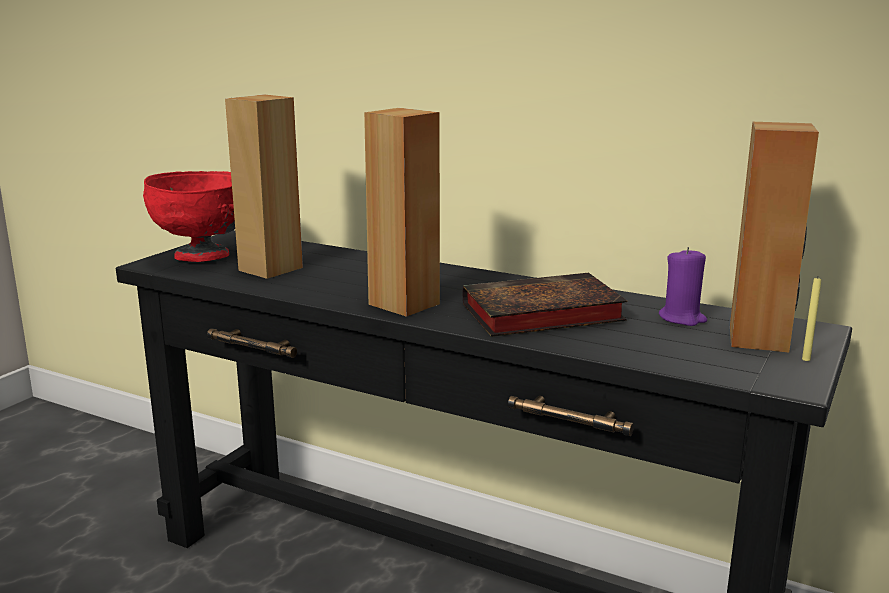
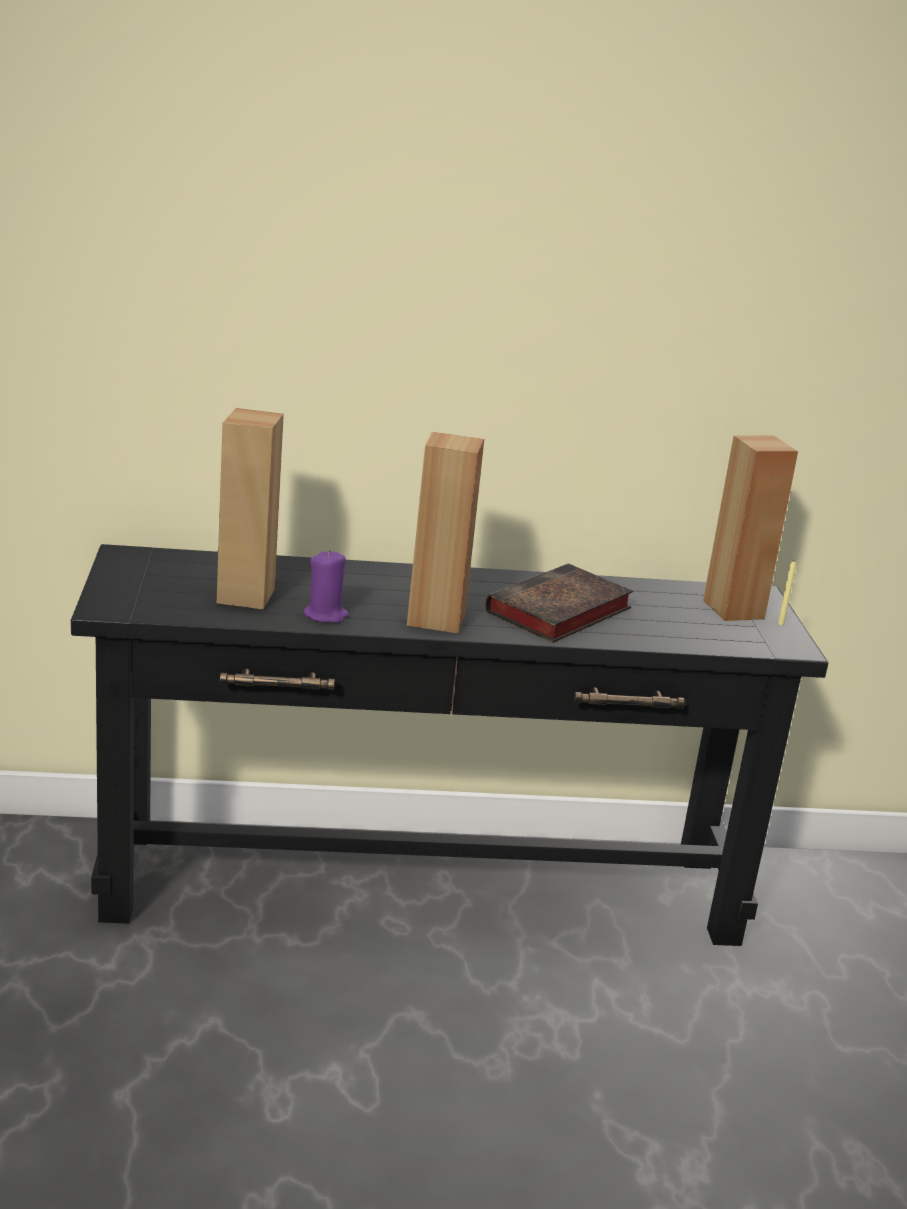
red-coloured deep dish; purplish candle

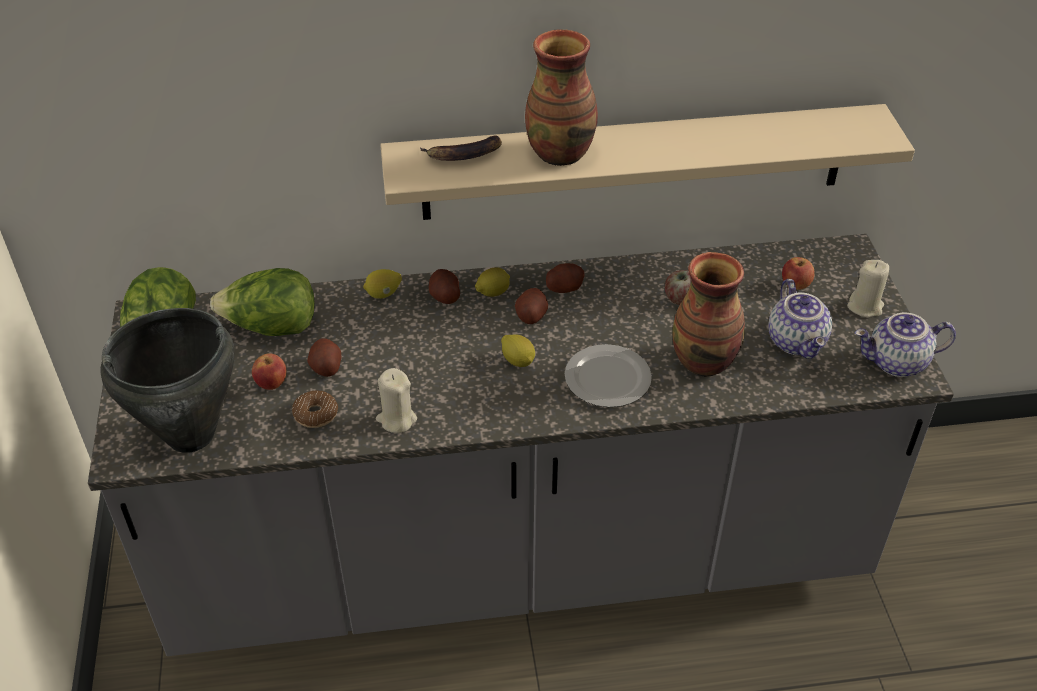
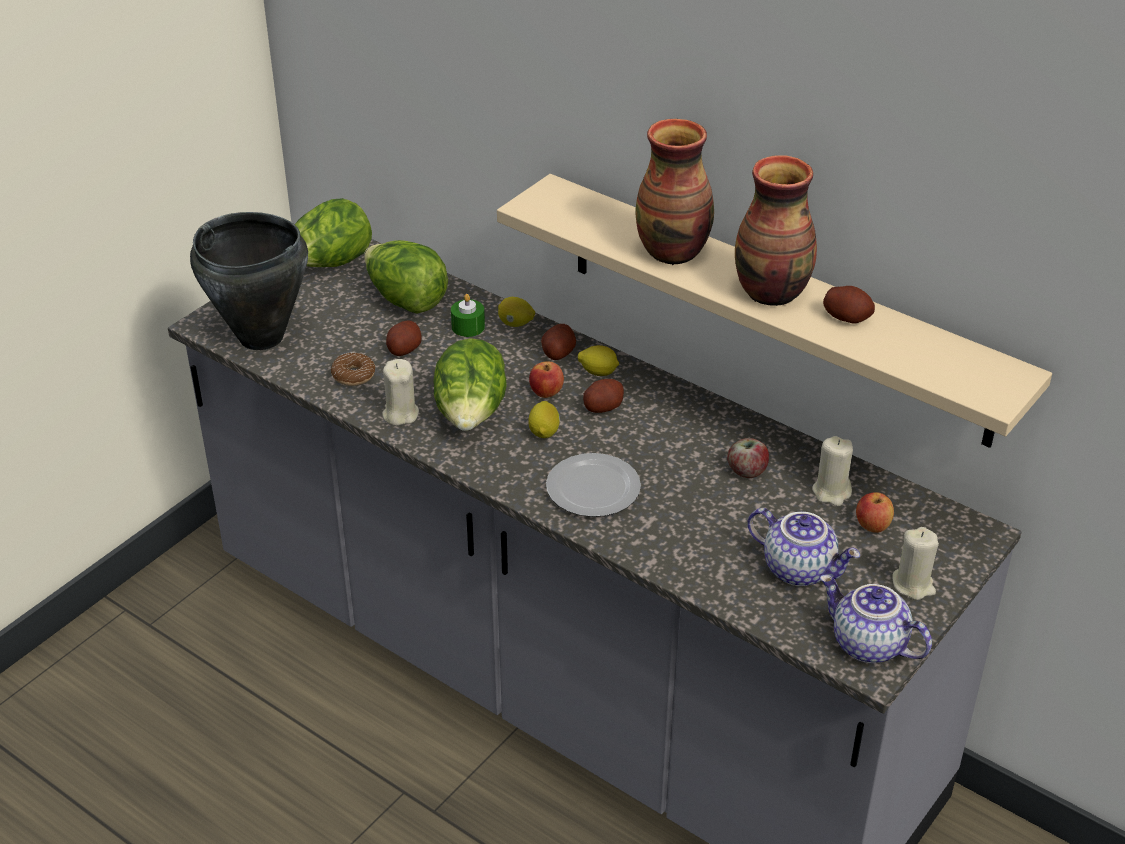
whole apple (no. 1 from left); banana; whole potato (no. 4 from left); decorative vase (no. 2 from left); tea pot (no. 1 from left); lettuce head (no. 3 from left); greenish candle; beige-coloured candle (no. 2 from left)

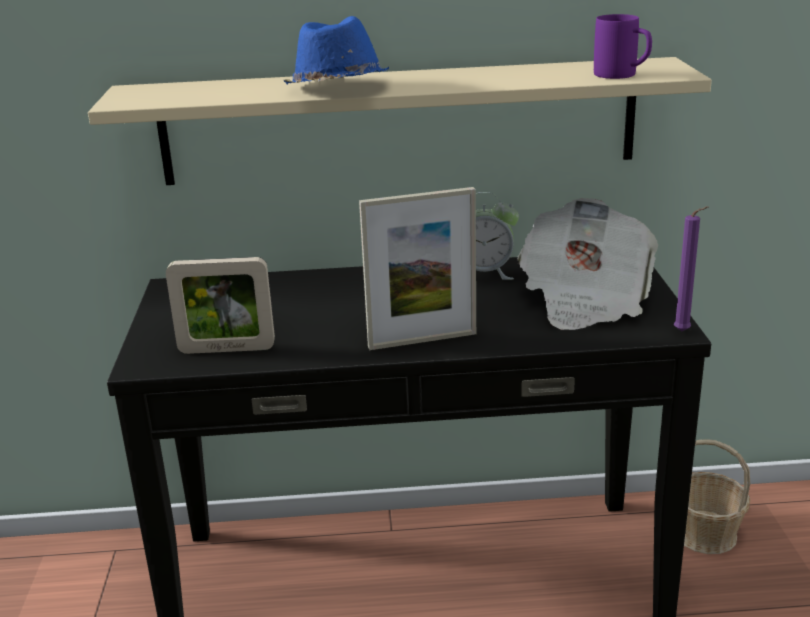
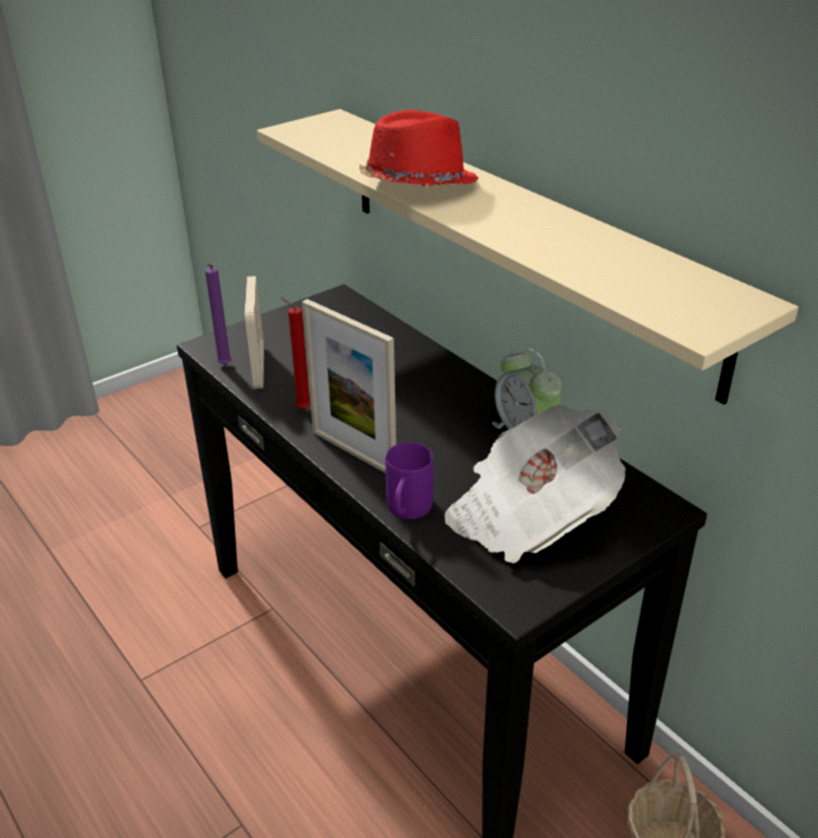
photo frame (no. 1 from left); red-coloured wearable hat; purplish tea mug; purplish candle; red-coloured candle

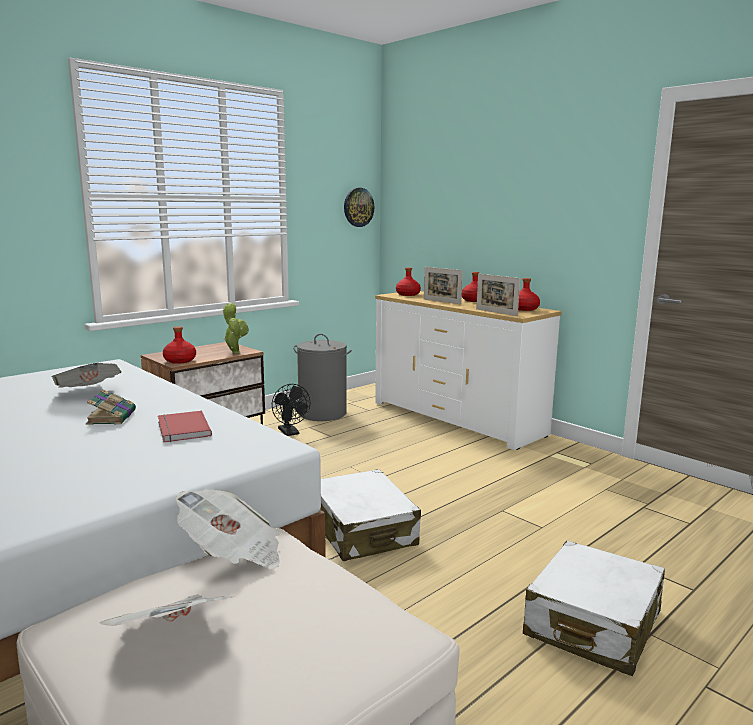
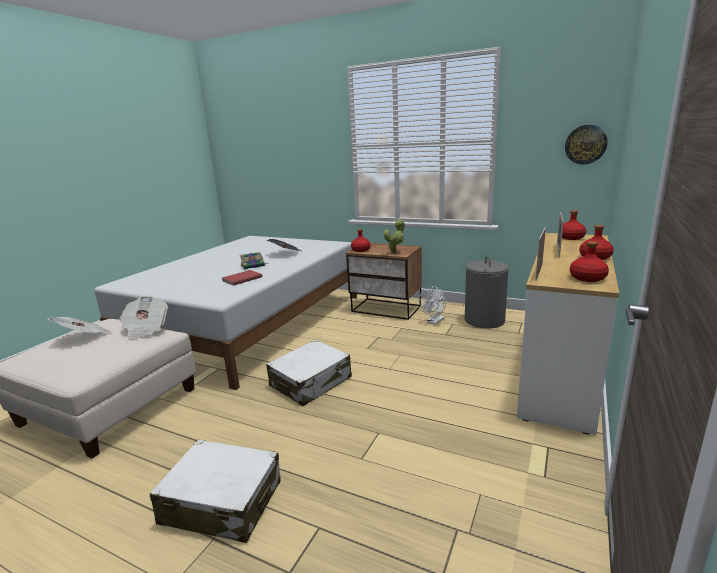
white-coloured fan

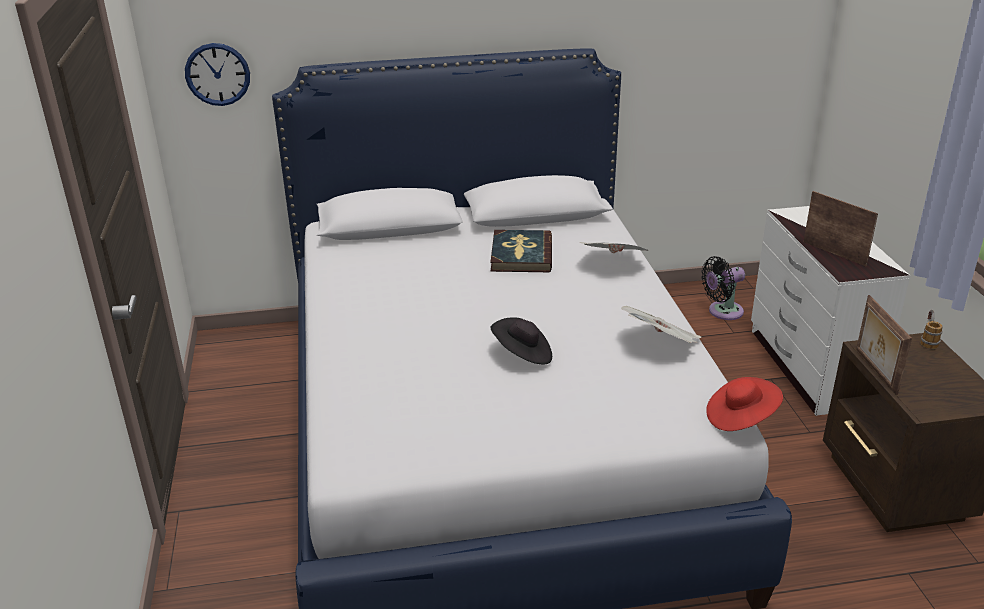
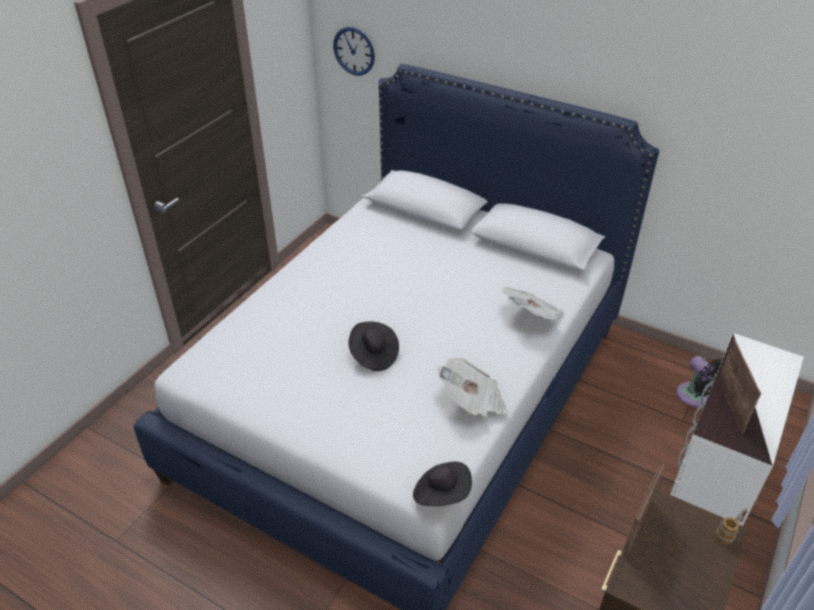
bound book; blackish fan; blackish wearable hat (no. 2 from left)

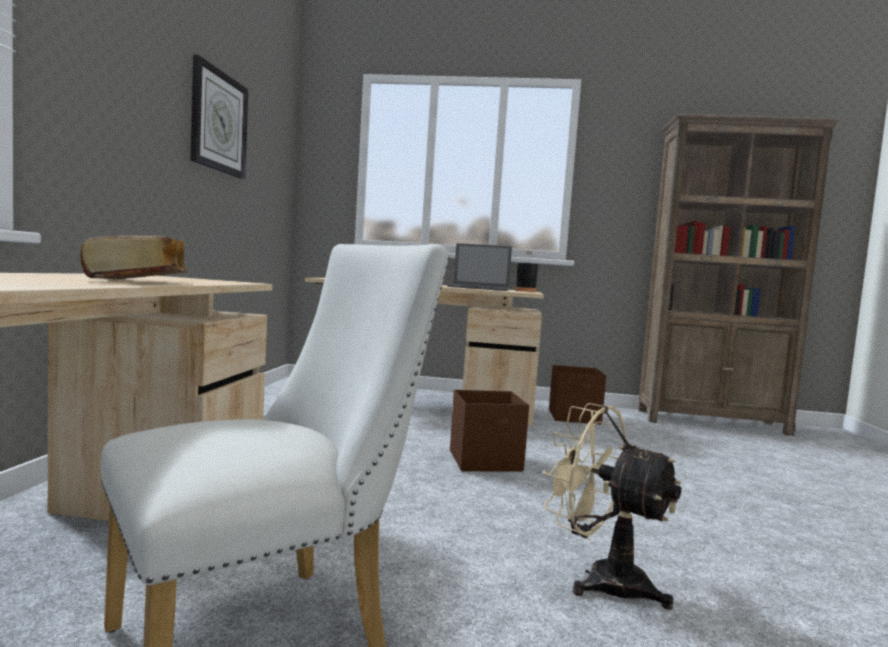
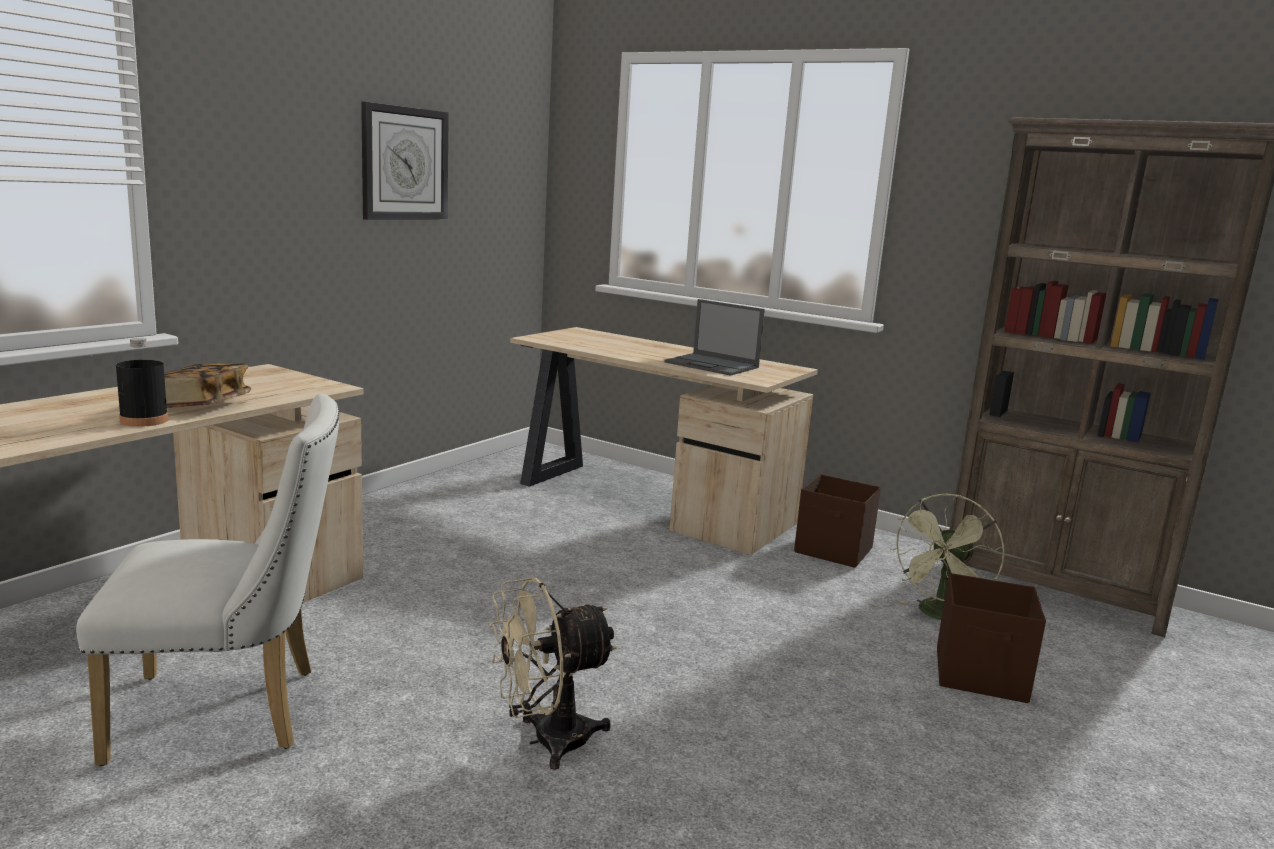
brown-coloured storage bin (no. 2 from left); blackish drink bottle; beige-coloured fan; greenish fan

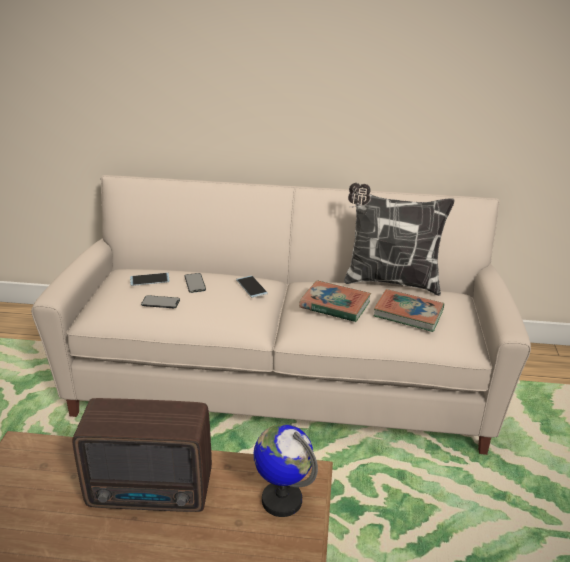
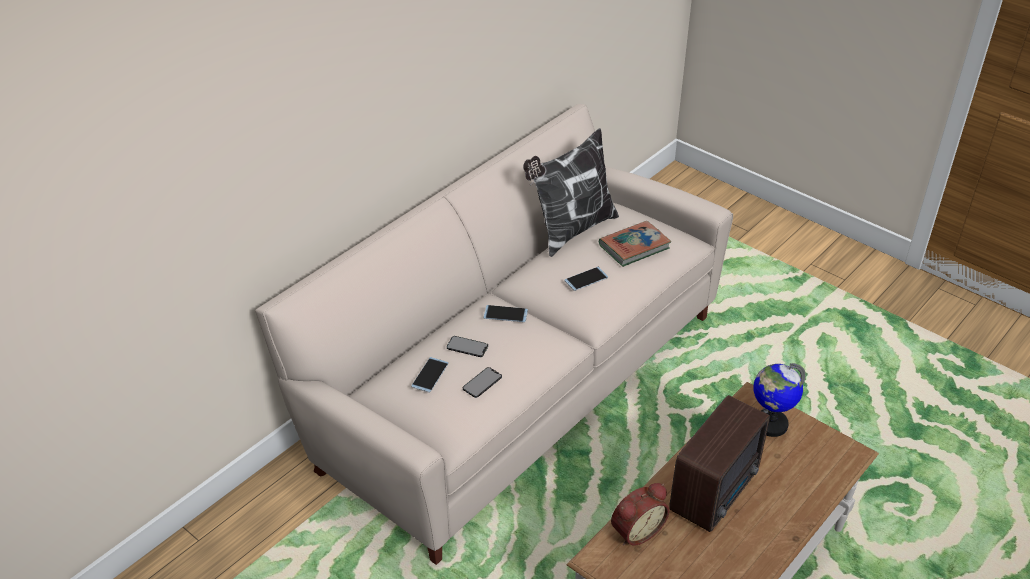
handset (no. 5 from left); alarm clock

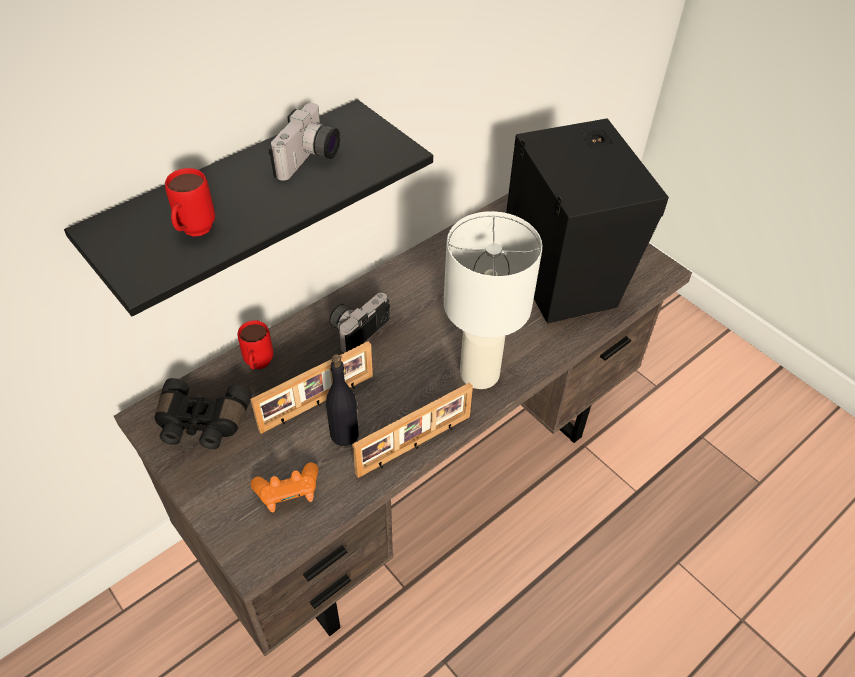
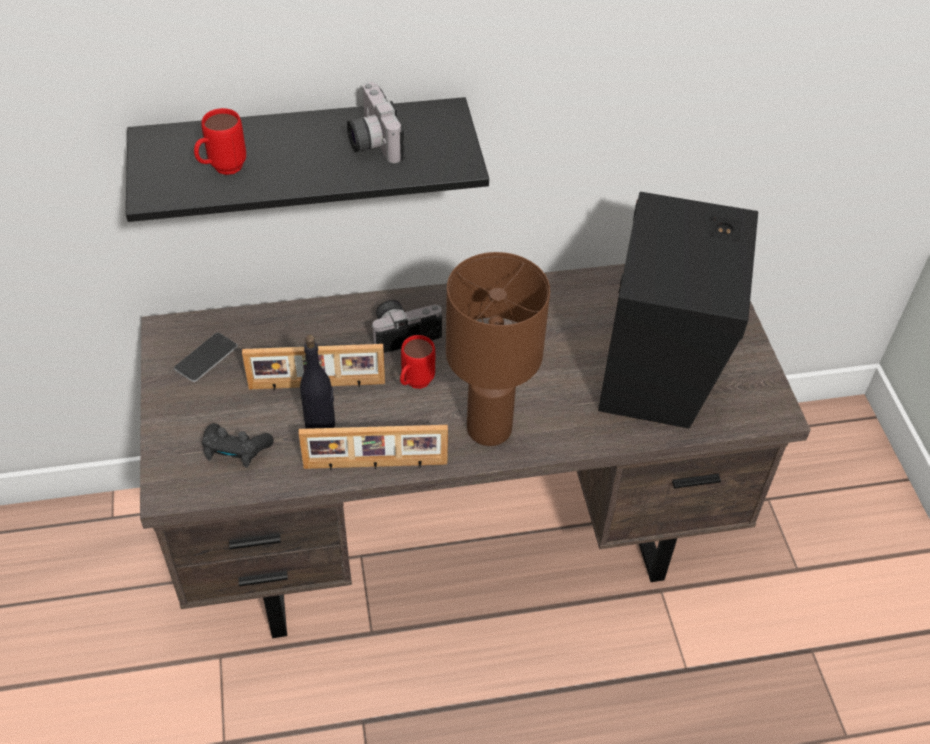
handset; red-coloured tea mug (no. 2 from left); blackish game controller; photo camera (no. 1 from left); brown-coloured table lamp

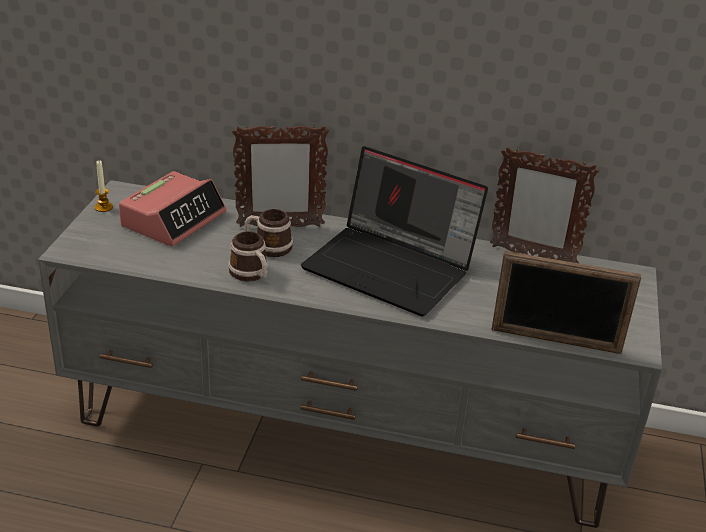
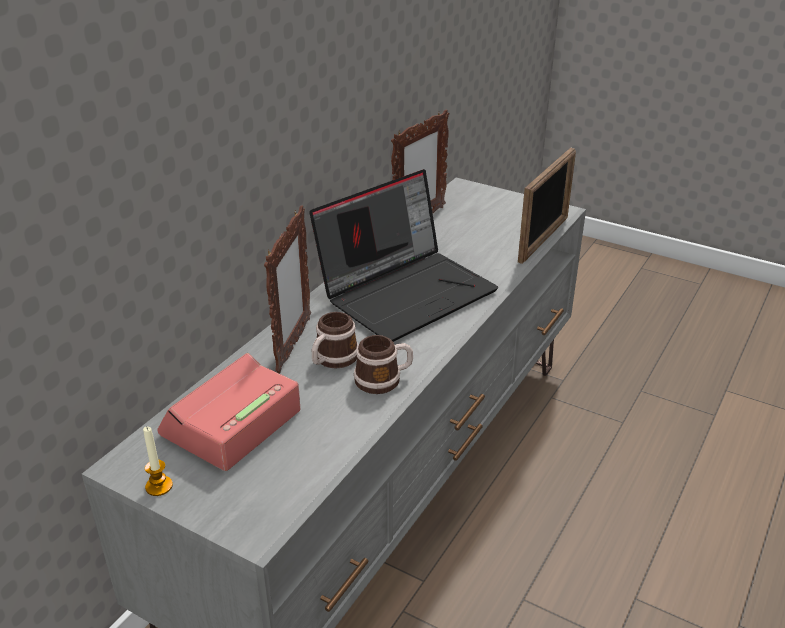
alarm clock

